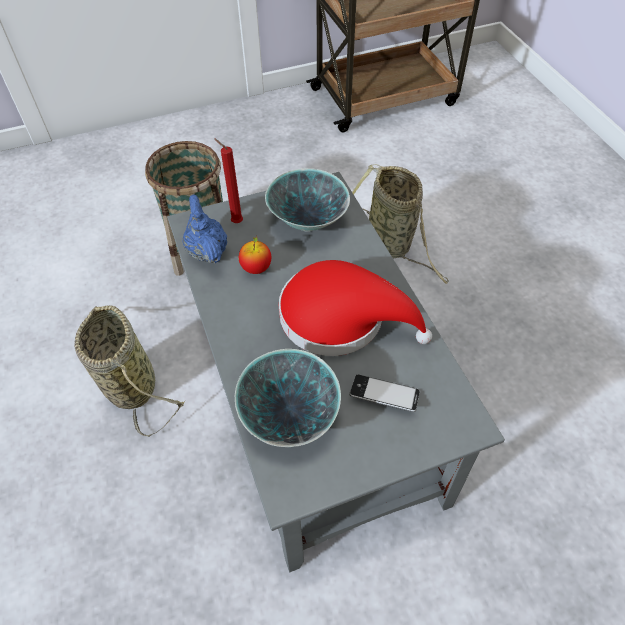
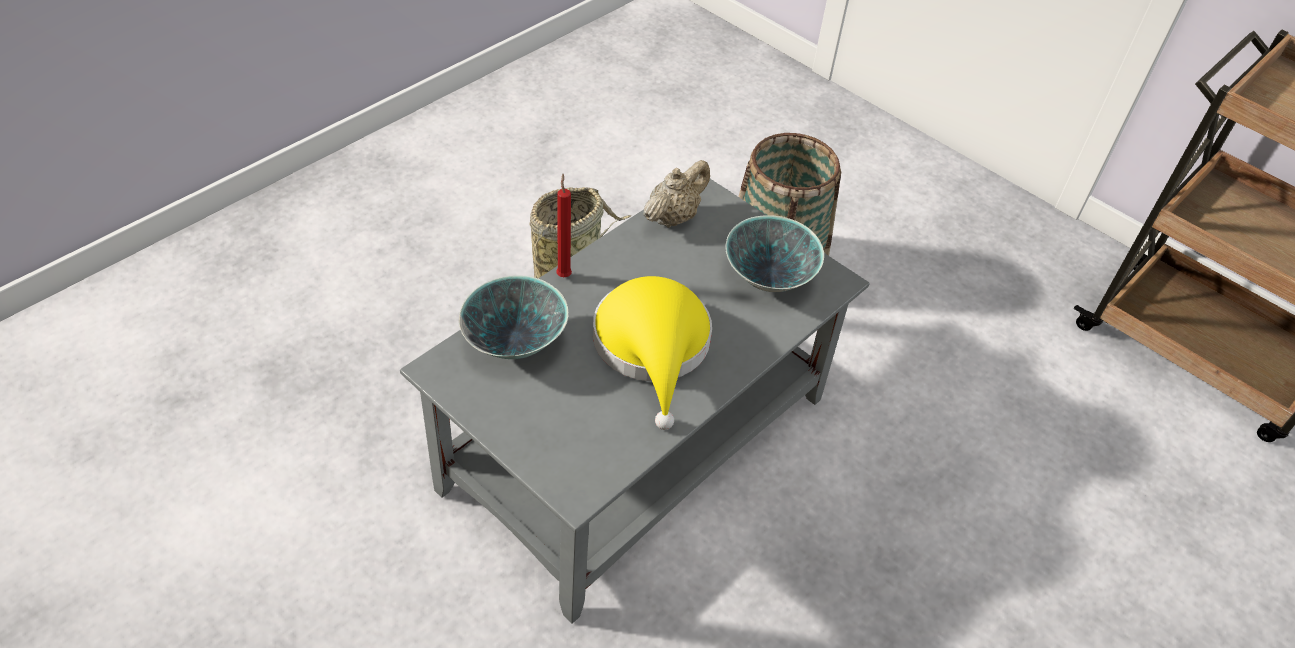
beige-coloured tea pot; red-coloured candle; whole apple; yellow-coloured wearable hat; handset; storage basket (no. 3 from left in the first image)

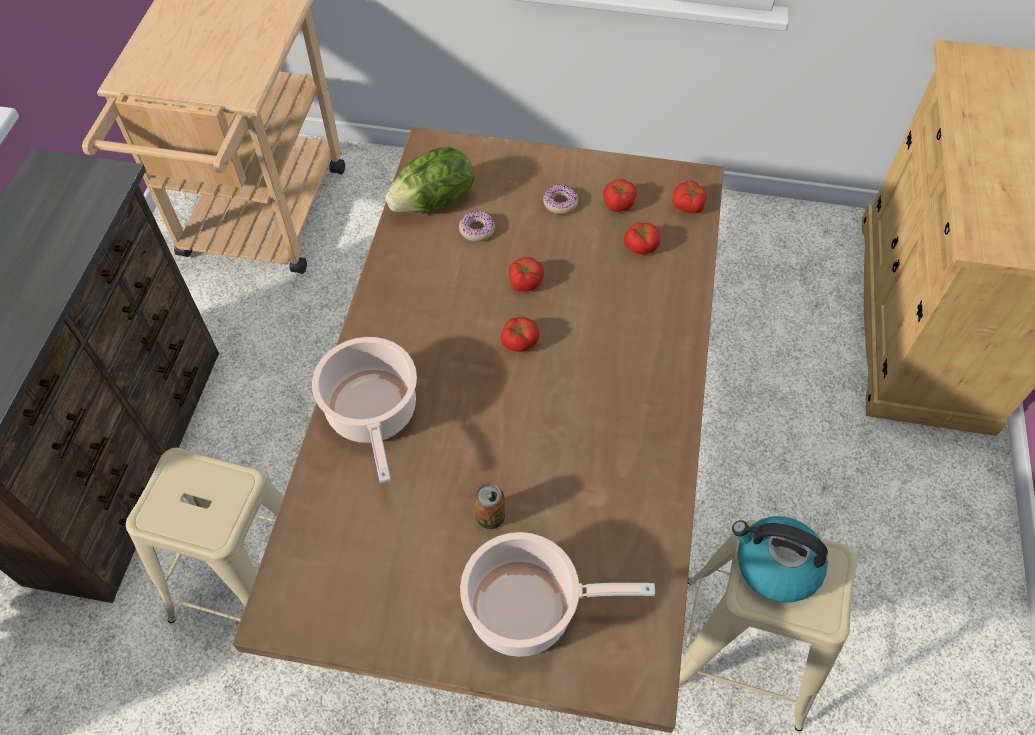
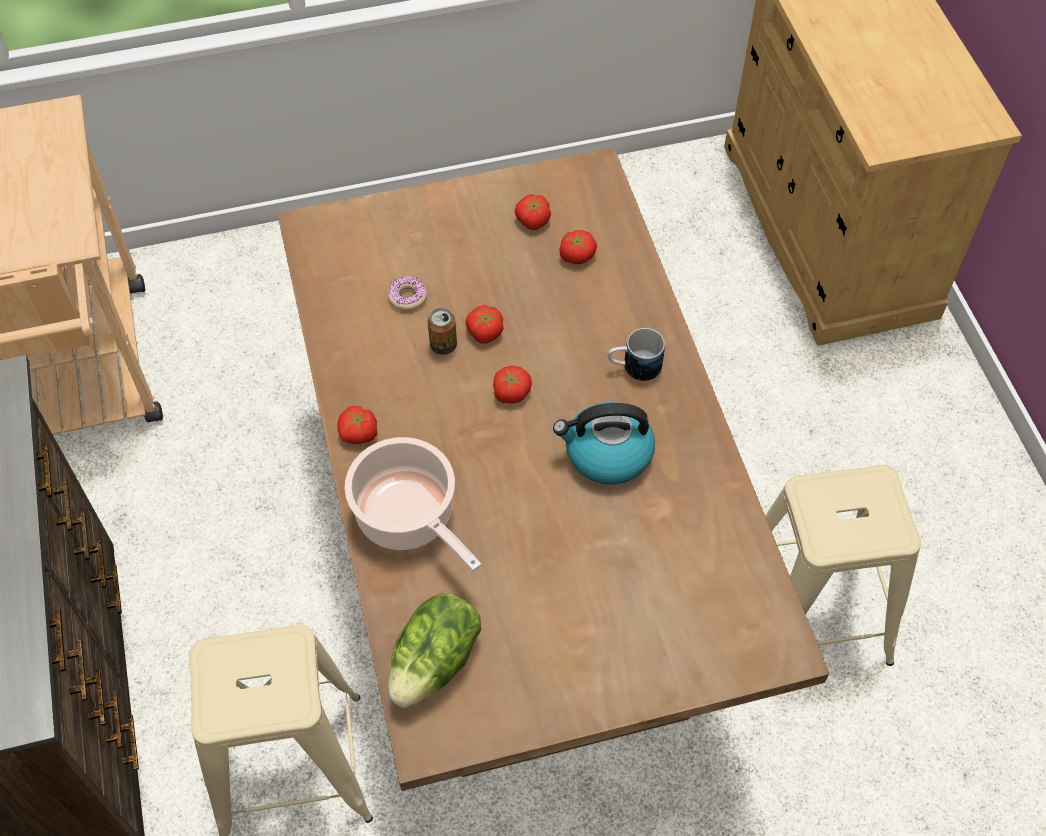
lettuce head; cooking pot (no. 2 from left in the first image); can; donut (no. 2 from left in the first image); tomato (no. 1 from left); kettle; tea mug

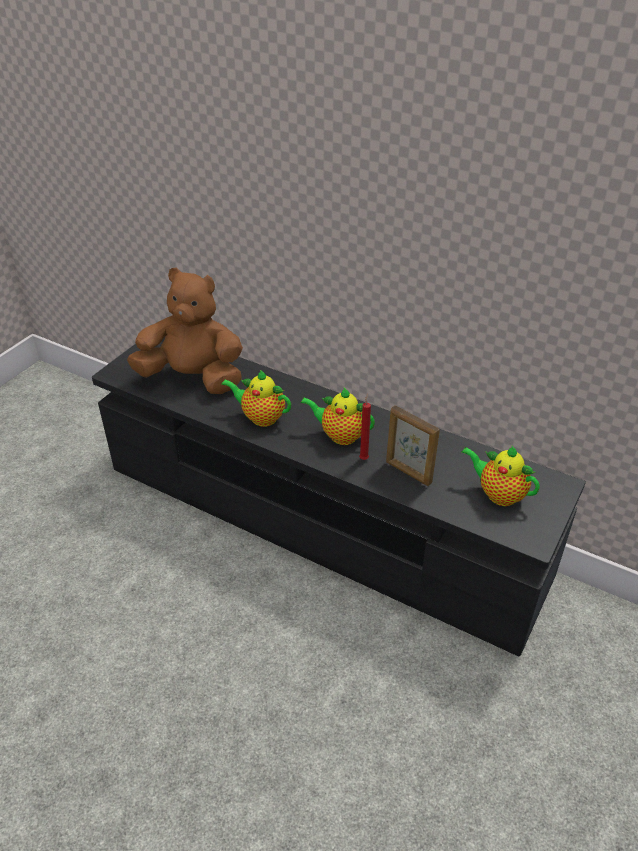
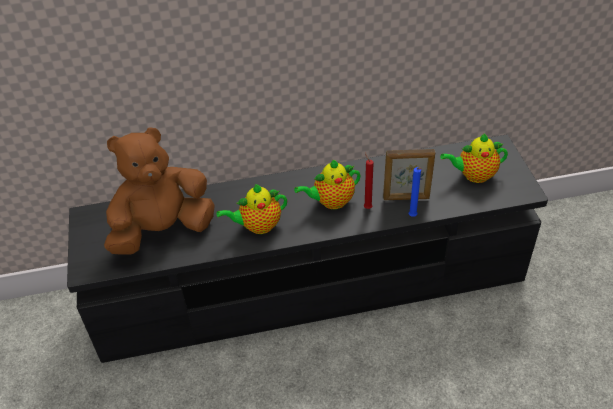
bluish candle

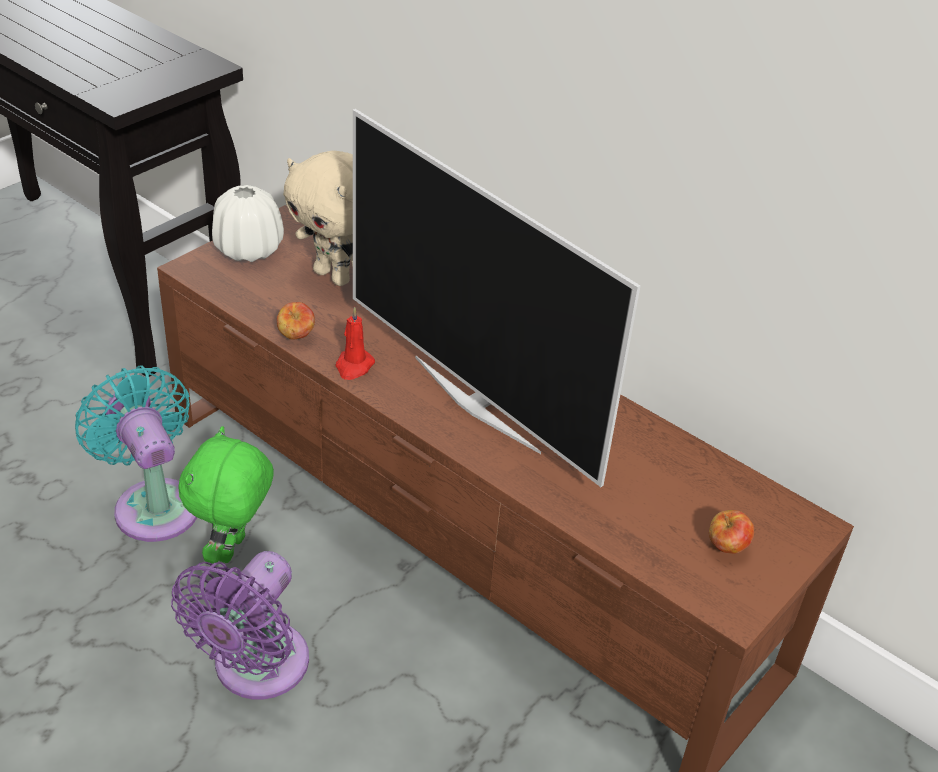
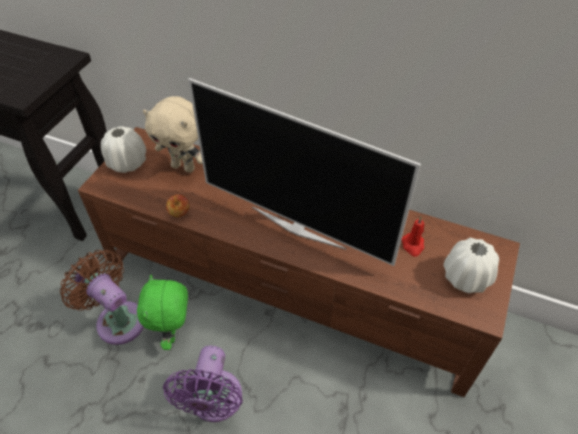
brown-coloured fan; red-coloured candle; white-coloured decorative vase (no. 2 from left)

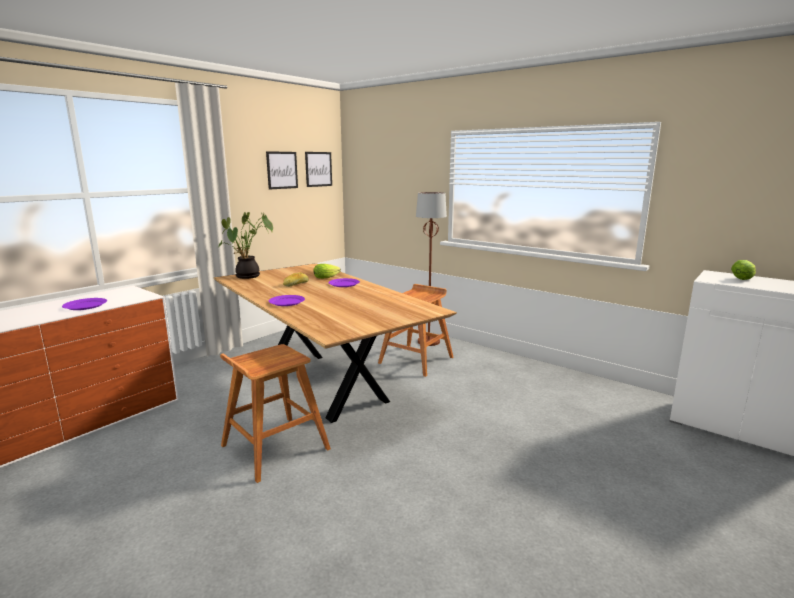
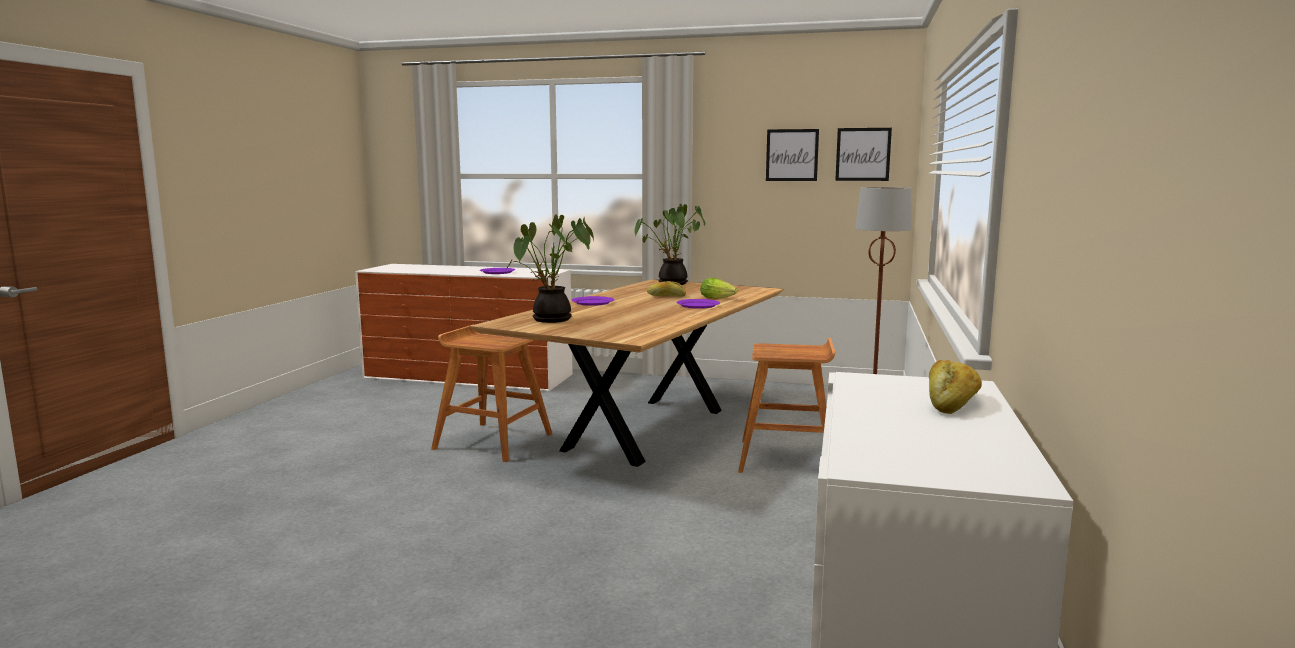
bakery bread (no. 2 from left); houseplant (no. 1 from left)

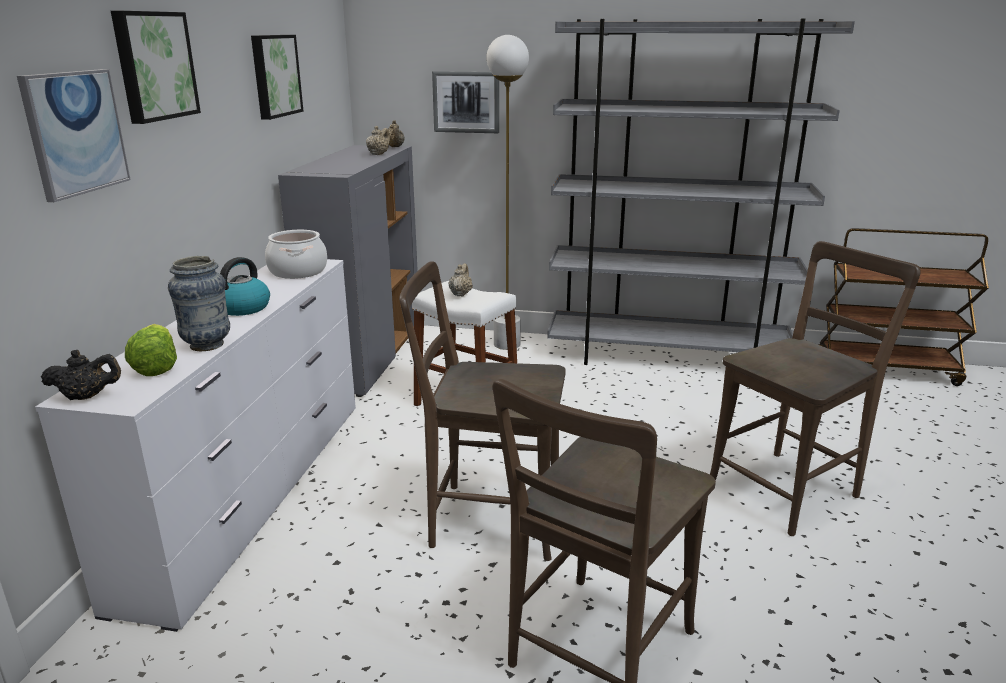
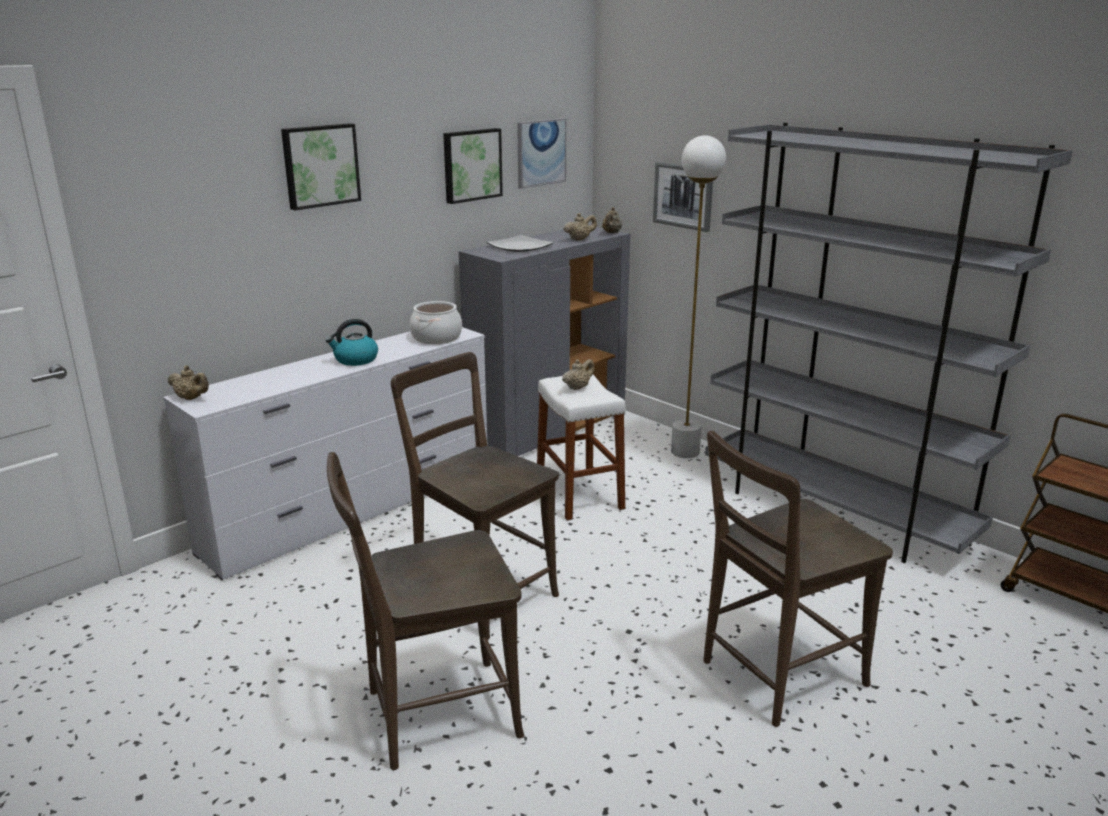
picture (no. 3 from left); beige-coloured tea pot (no. 1 from left); lettuce head; decorative vase; brown-coloured plain chair (no. 3 from left); plate

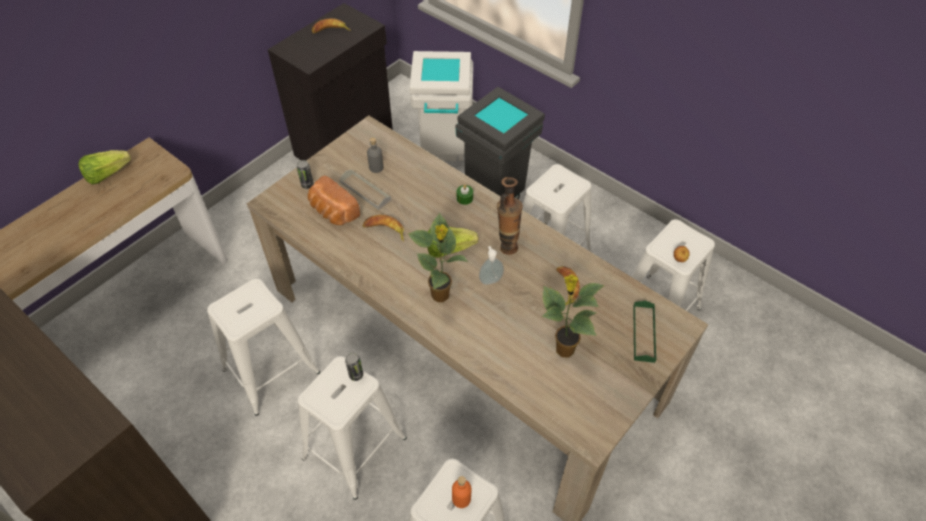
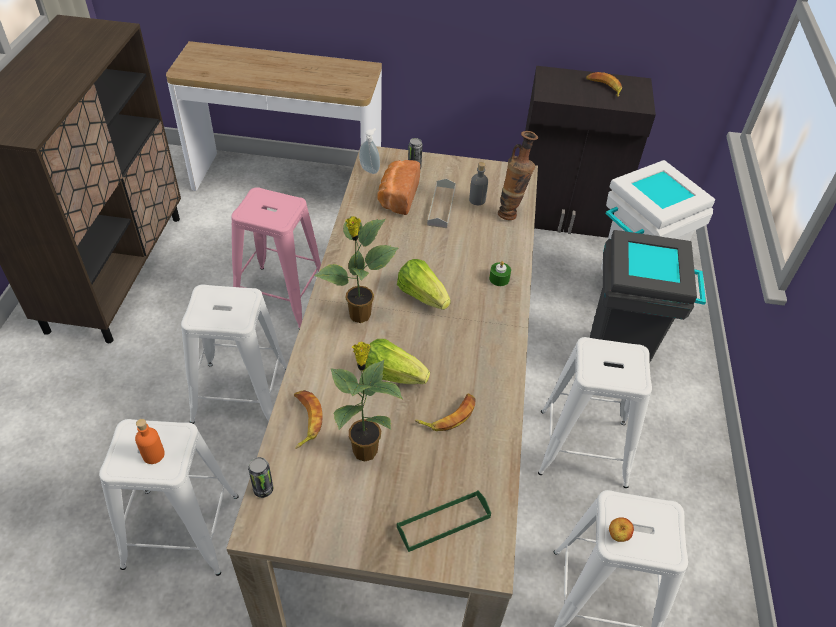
lettuce head (no. 1 from left); pinkish sitting stool; can (no. 1 from left); banana (no. 1 from left); soap bottle; decorative vase

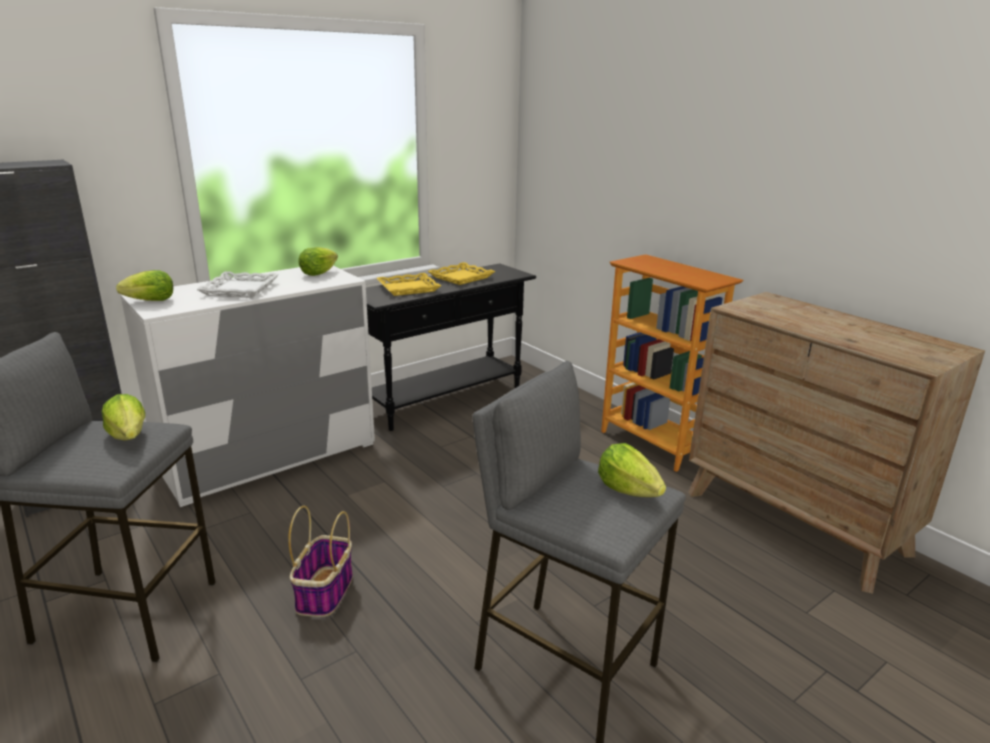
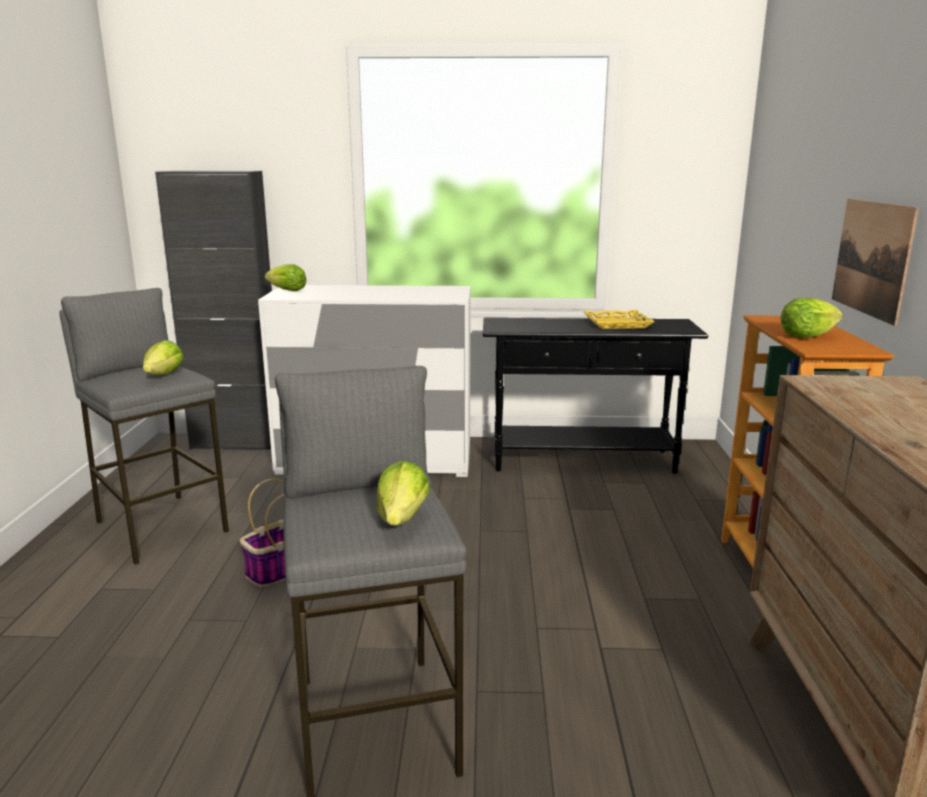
white-coloured serving tray; lettuce head (no. 4 from left); yellow-coloured serving tray (no. 1 from left in the first image); picture

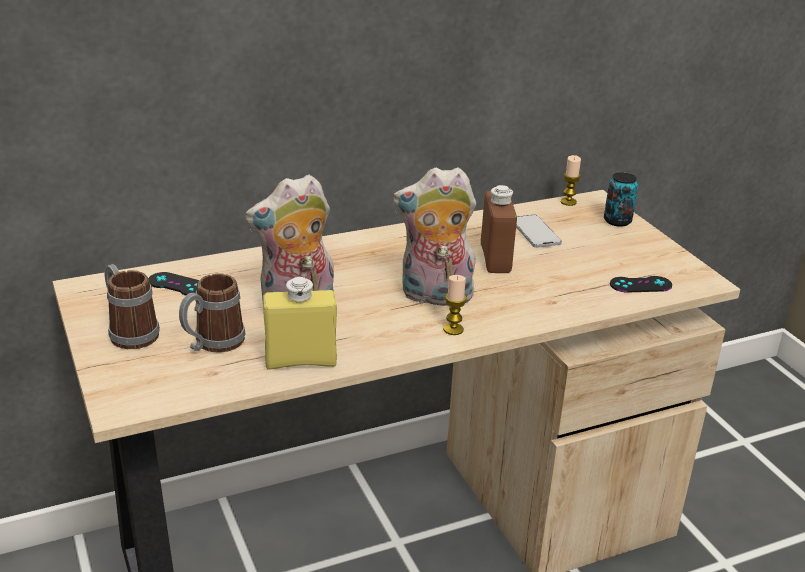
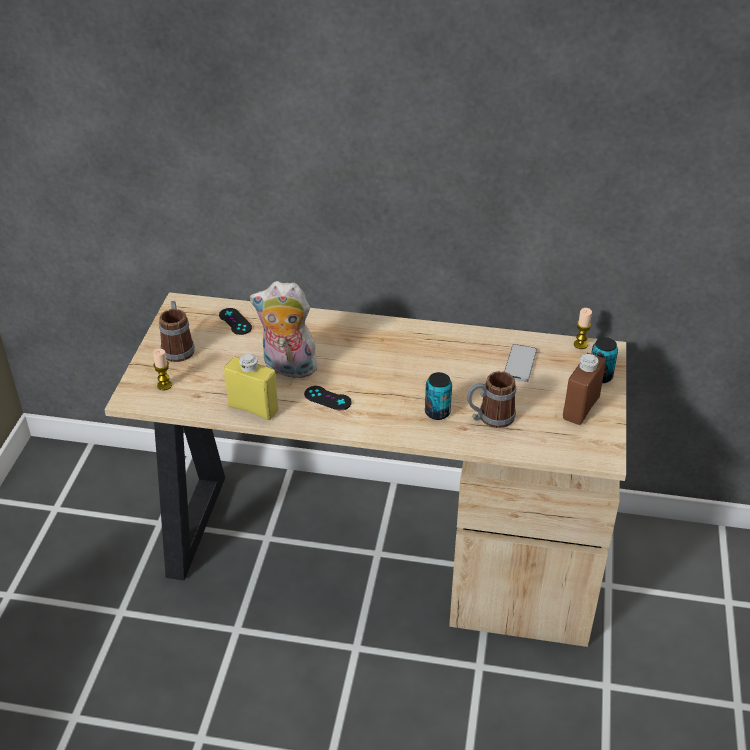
tea mug (no. 2 from left); cuddly toy (no. 2 from left in the first image); candle (no. 1 from left); brown-coloured drink bottle; blackish game controller (no. 2 from left); can (no. 1 from left)

